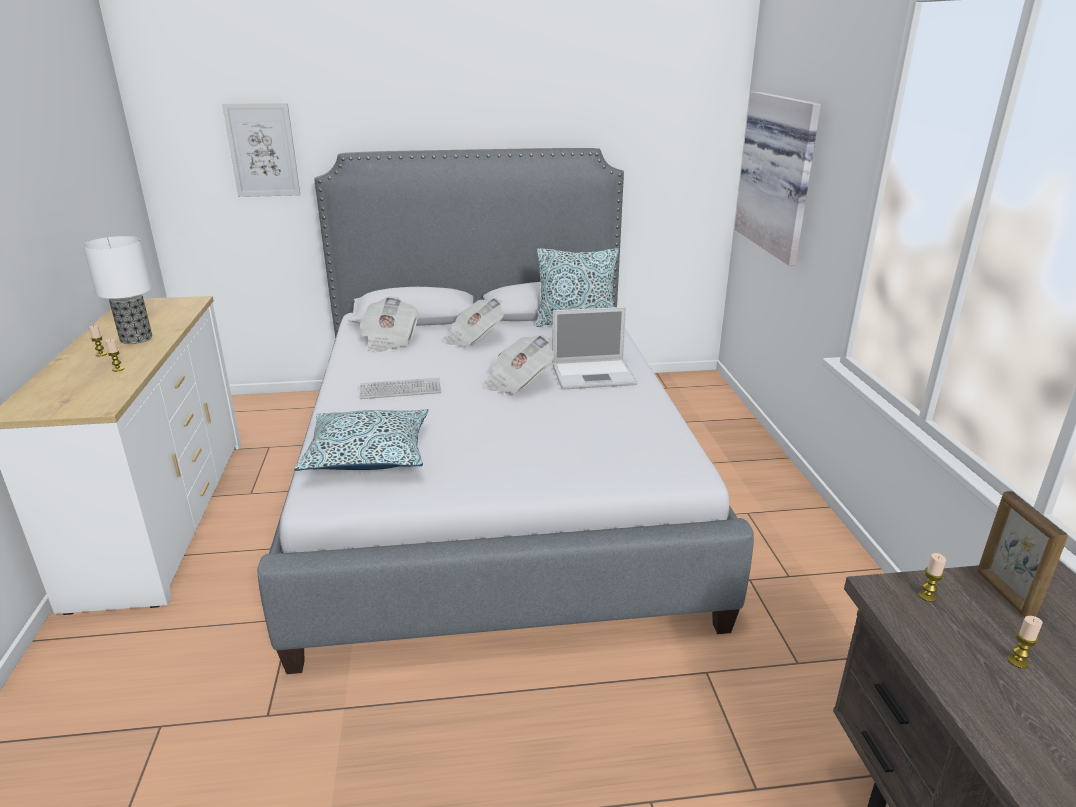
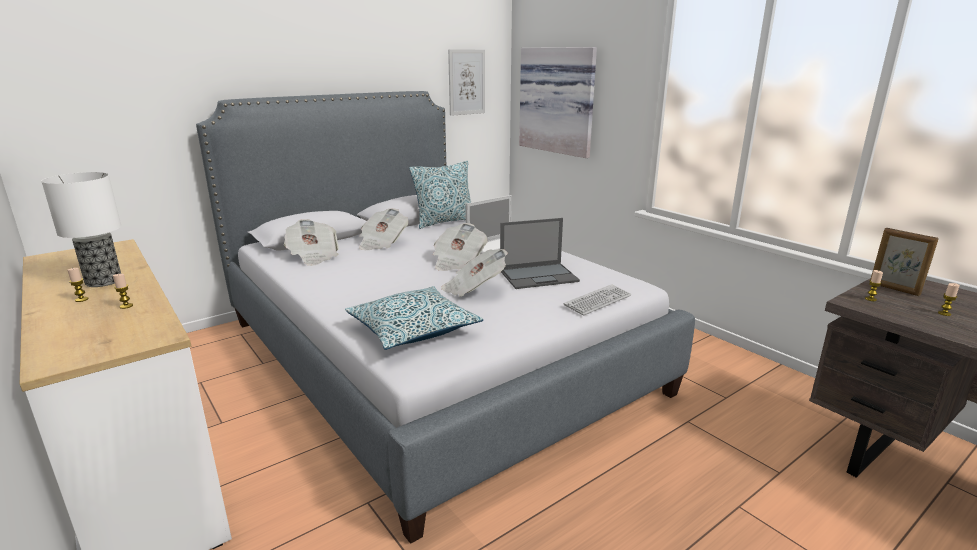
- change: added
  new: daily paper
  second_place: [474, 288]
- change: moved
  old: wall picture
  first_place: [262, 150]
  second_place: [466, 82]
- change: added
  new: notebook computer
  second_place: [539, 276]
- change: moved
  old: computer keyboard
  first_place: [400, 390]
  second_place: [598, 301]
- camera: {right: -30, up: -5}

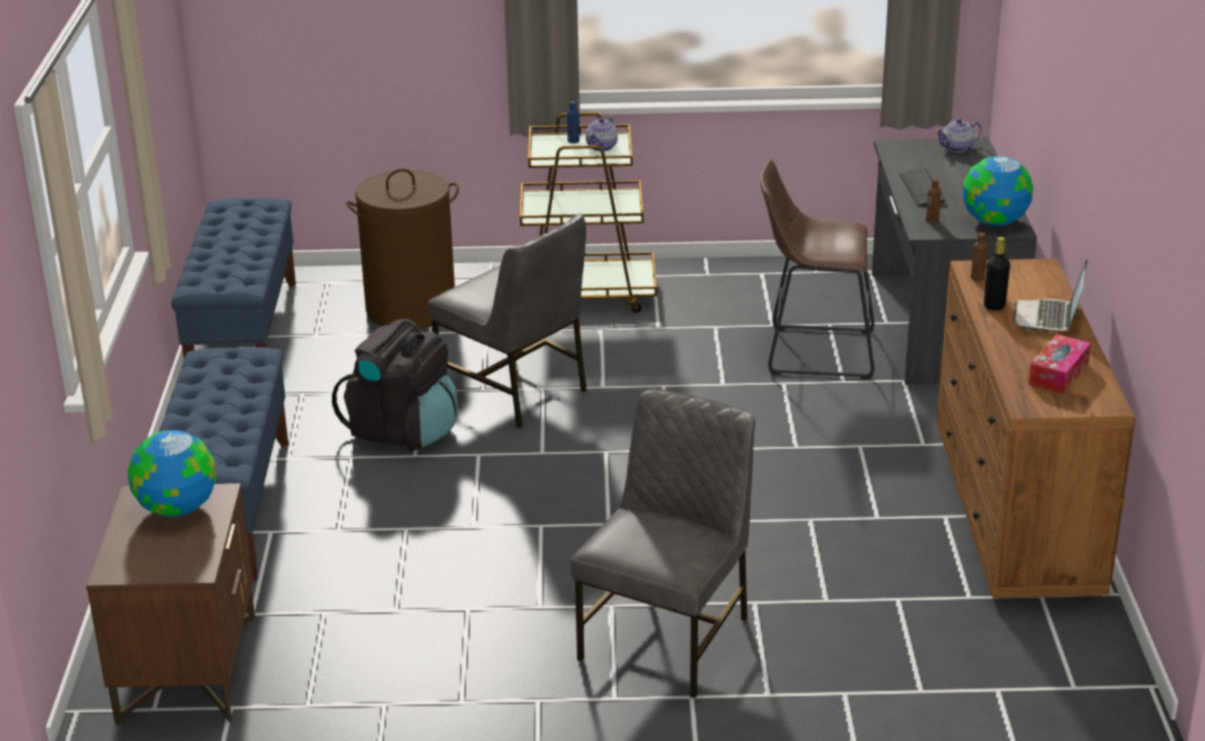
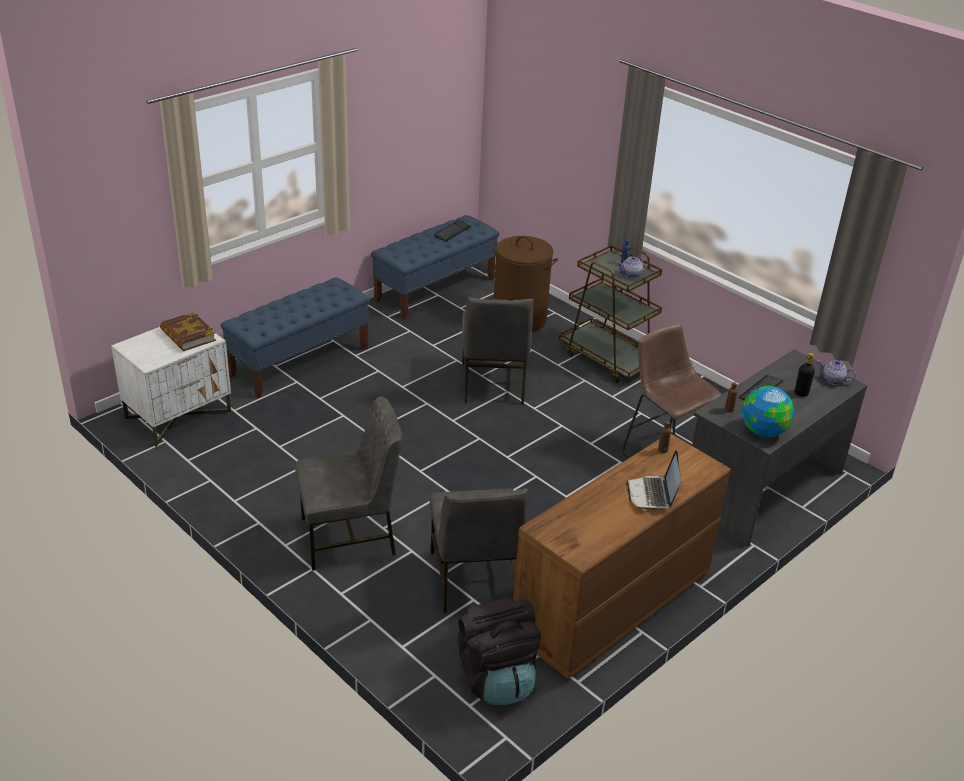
- change: recoloured
  old: brownish nightstand
  new: whitish nightstand
  first_place: [187, 668]
  second_place: [179, 415]
- change: replaced
  old: globe
  new: bound book
  first_place: [176, 509]
  second_place: [188, 336]
- change: added
  new: grey upright chair
  second_place: [474, 580]
- change: added
  new: computer keyboard
  second_place: [452, 231]
- change: moved
  old: blackish backpack
  first_place: [403, 431]
  second_place: [496, 677]
- change: turned
  old: notebook computer
  first_place: [1048, 318]
  second_place: [652, 494]
  degrees: -60
- change: moved
  old: blackish drink bottle
  first_place: [994, 306]
  second_place: [801, 393]
- change: removed
  old: box of tissues
  first_place: [1058, 374]
- camera: {right: 45, up: 5}

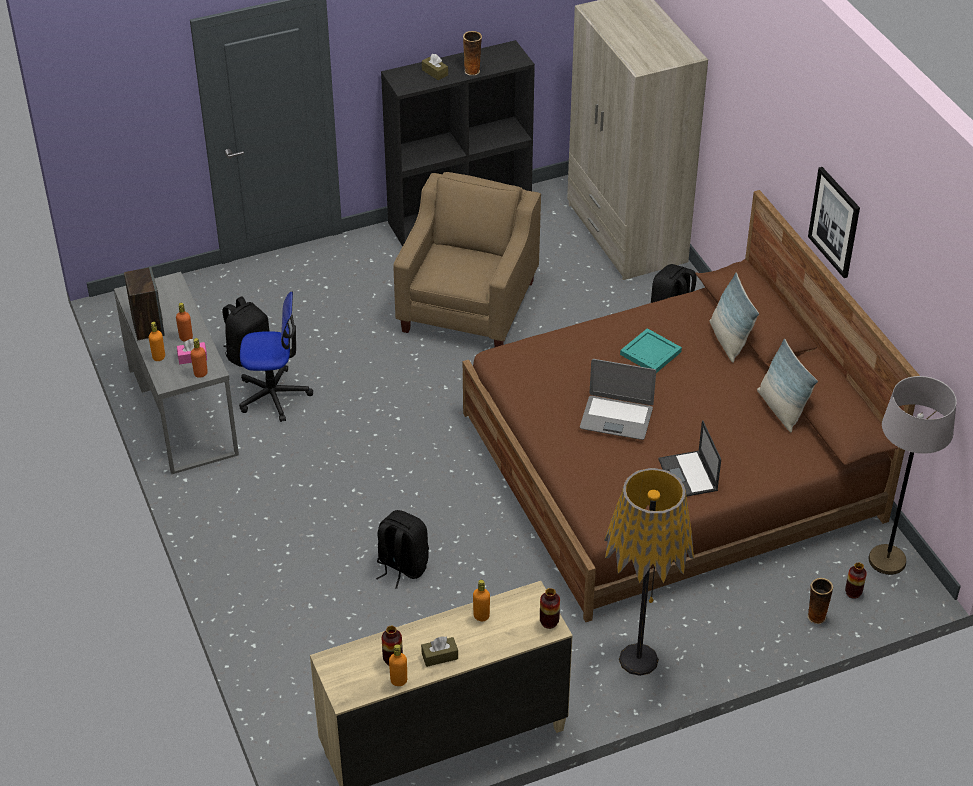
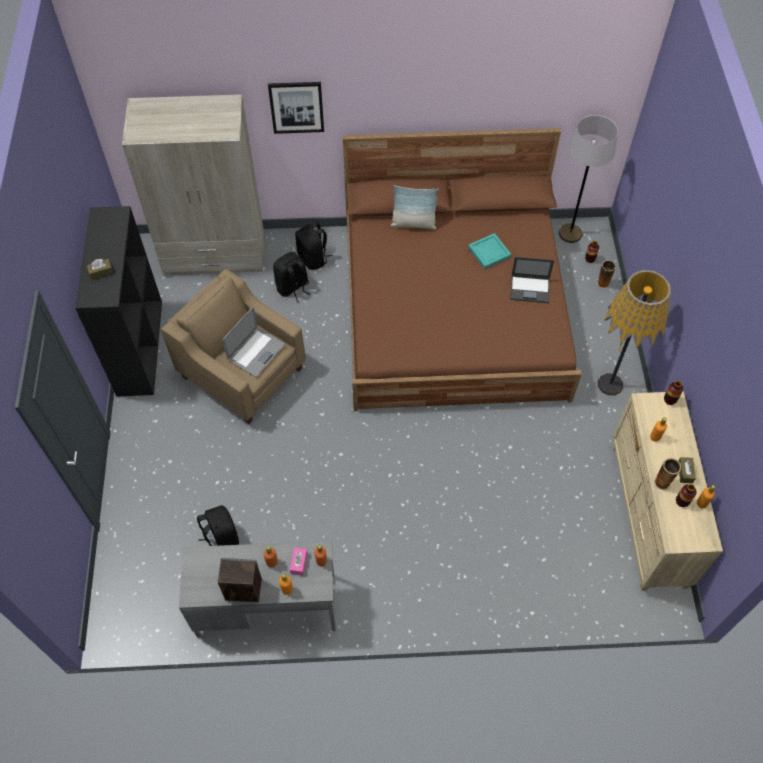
- change: moved
  old: notebook computer
  first_place: [616, 418]
  second_place: [255, 352]
- change: moved
  old: wall picture
  first_place: [835, 222]
  second_place: [296, 107]
- change: moved
  old: blackish backpack
  first_place: [401, 566]
  second_place: [292, 287]
- change: moved
  old: blue-green tray
  first_place: [649, 353]
  second_place: [489, 252]
- change: moved
  old: flower vase
  first_place: [472, 71]
  second_place: [662, 483]
- change: removed
  old: computer chair
  first_place: [274, 395]
- change: removed
  old: throw pillow
  first_place: [781, 409]
- camera: {right: -70, up: 15}

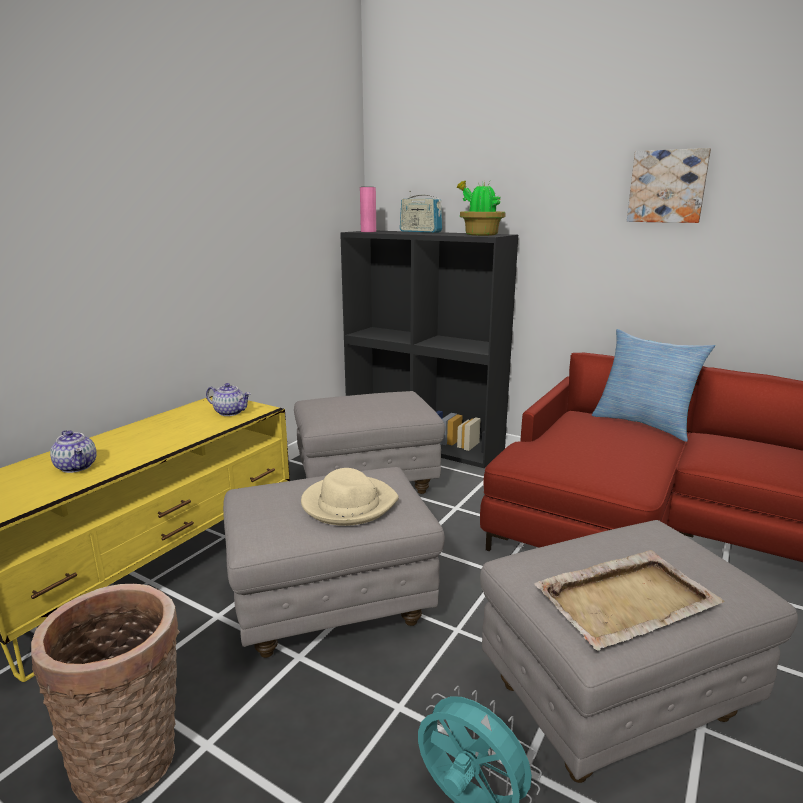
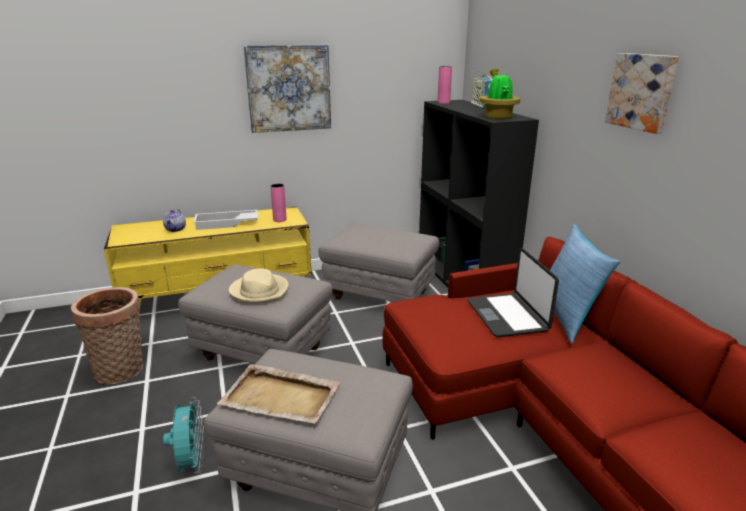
- change: added
  new: whitish tray
  second_place: [226, 224]
- change: added
  new: wall picture
  second_place: [289, 88]
- change: replaced
  old: teapot
  new: pink flower vase
  first_place: [230, 412]
  second_place: [279, 220]
- change: added
  new: notebook computer
  second_place: [508, 316]
- camera: {right: 40, up: 5}

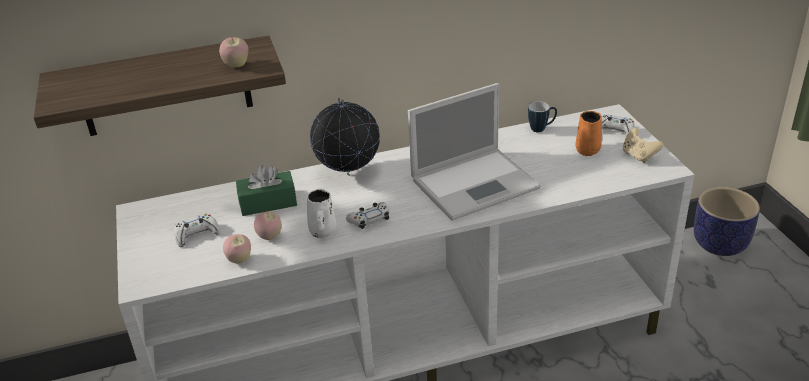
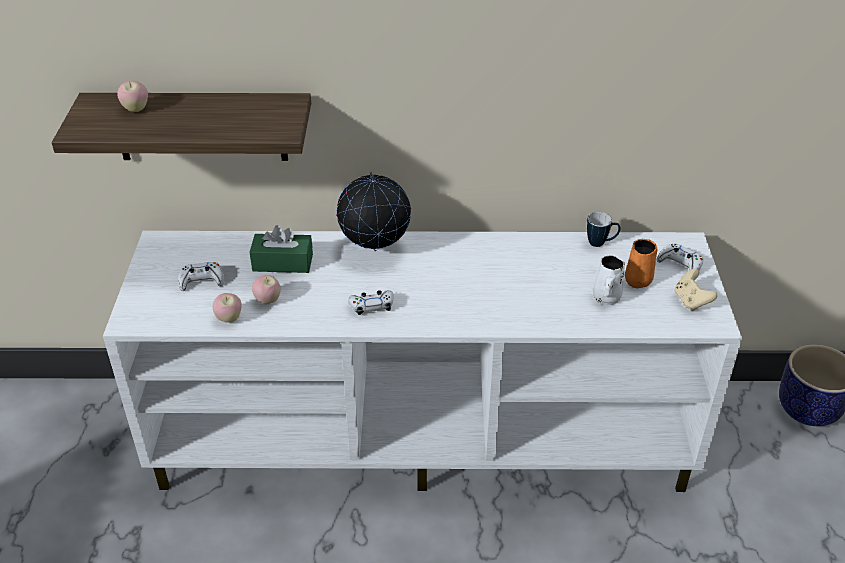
- change: moved
  old: whole apple
  first_place: [236, 65]
  second_place: [136, 109]
- change: moved
  old: whitish tea mug
  first_place: [322, 232]
  second_place: [606, 298]
- change: removed
  old: notebook computer
  first_place: [476, 183]
- camera: {right: 15, up: 5}

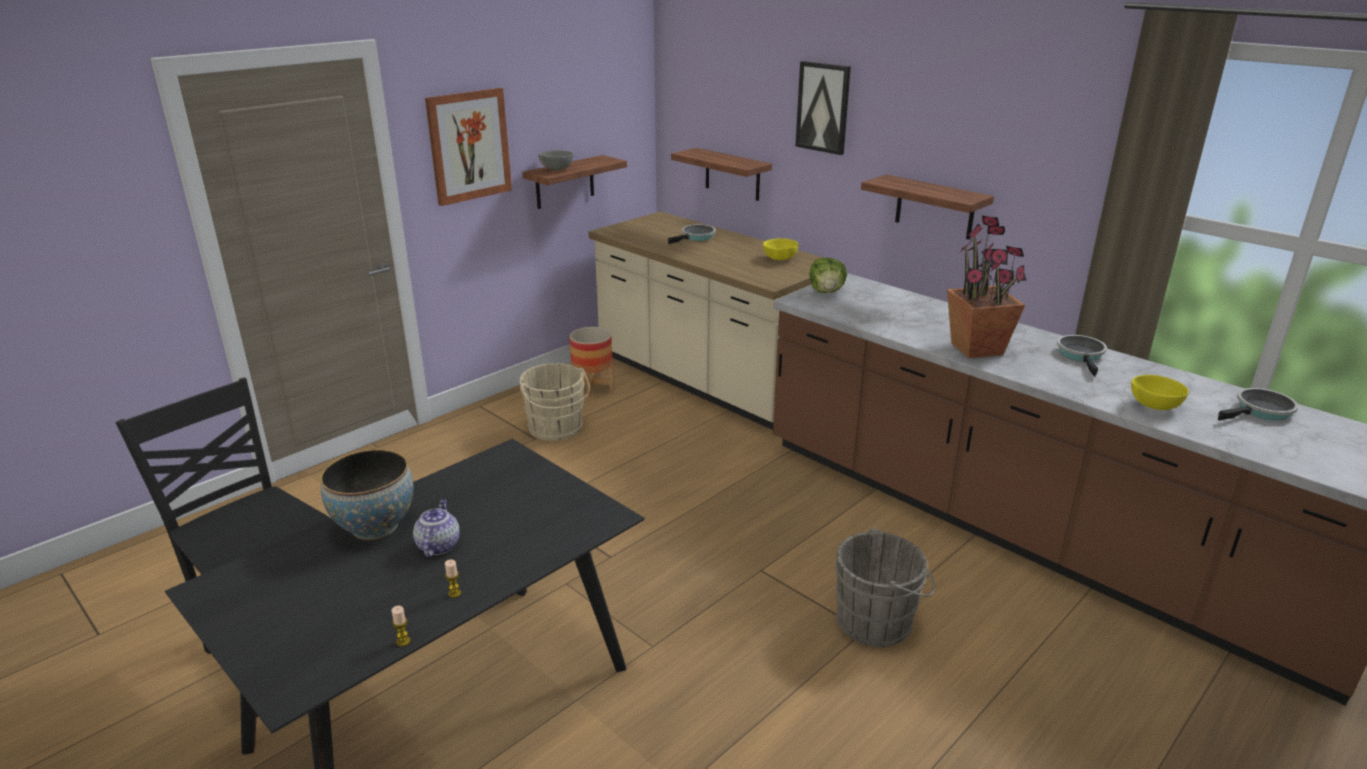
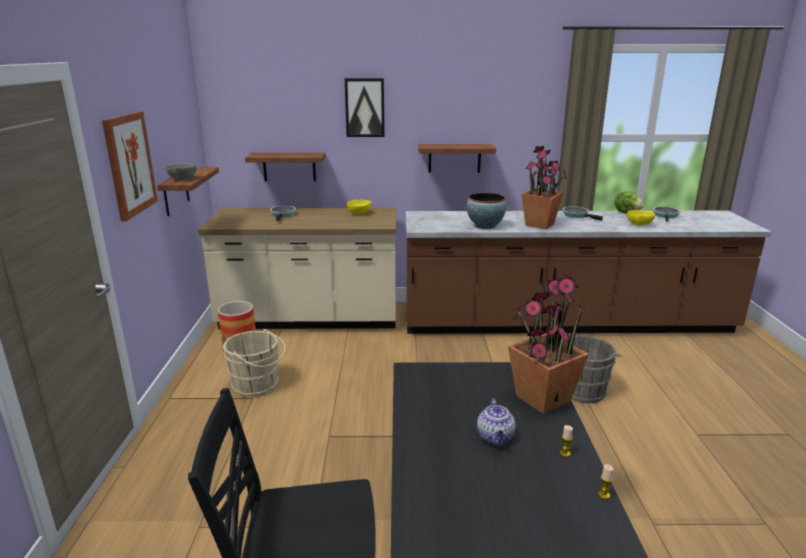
- change: moved
  old: bowl
  first_place: [375, 526]
  second_place: [485, 226]
- change: turned
  old: teapot
  first_place: [438, 545]
  second_place: [495, 438]
  degrees: -135
- change: added
  new: plant in a pot
  second_place: [542, 398]
- change: moved
  old: lettuce
  first_place: [826, 292]
  second_place: [627, 212]
- camera: {right: -45, up: -5}

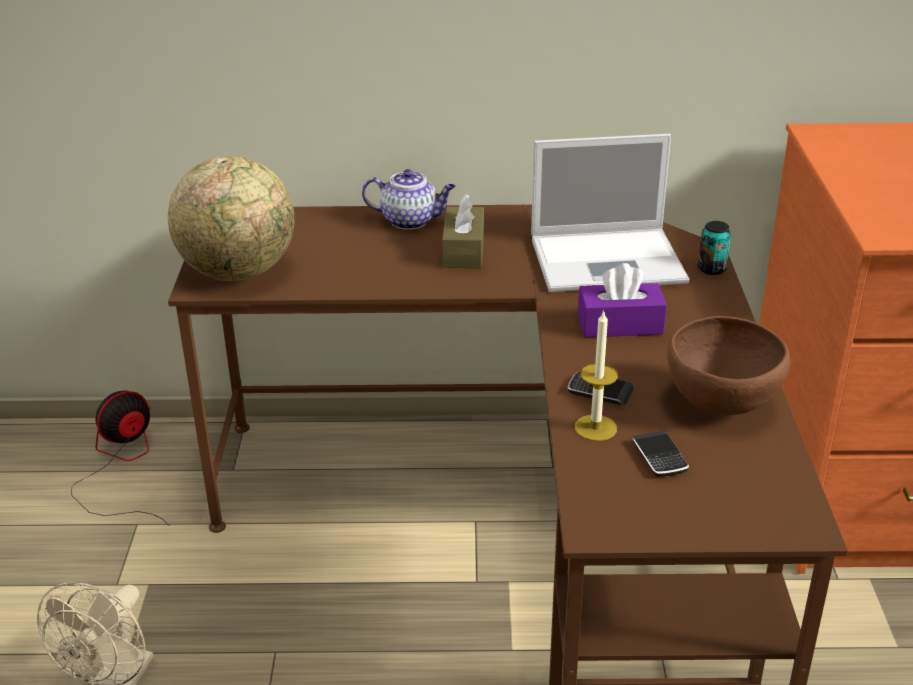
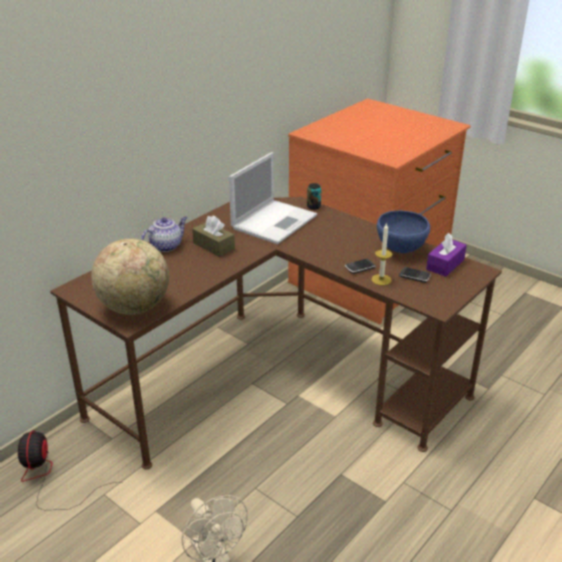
- change: recoloured
  old: brownish bowl
  new: blue-coloured bowl
  first_place: [721, 405]
  second_place: [400, 250]
- change: moved
  old: purple box of tissues
  first_place: [620, 325]
  second_place: [445, 264]
- camera: {right: -50, up: 0}

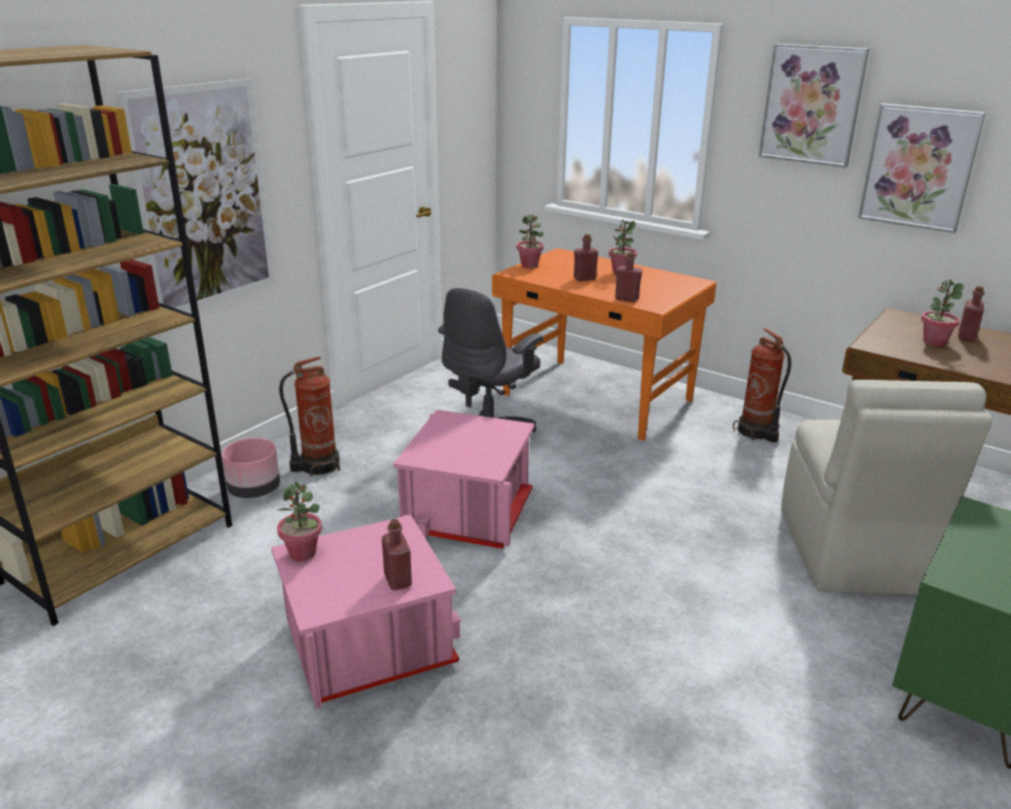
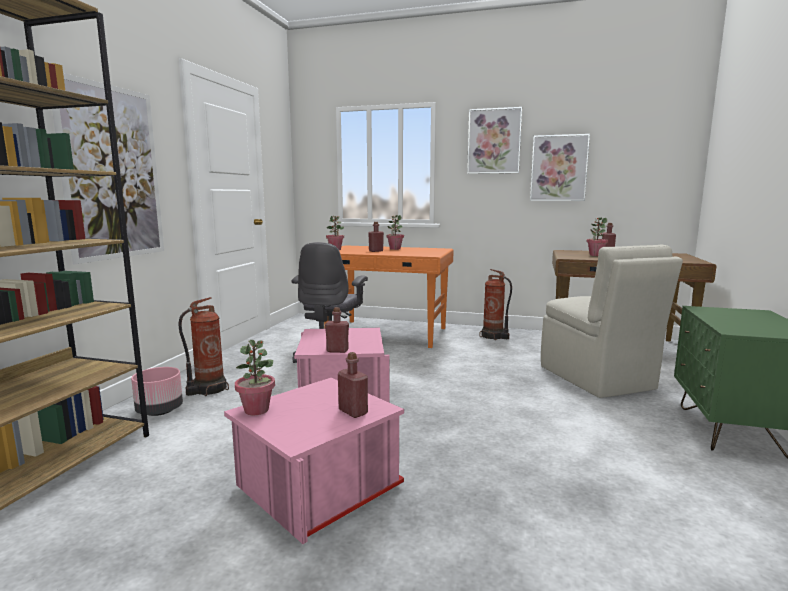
- change: moved
  old: reddish drink bottle
  first_place: [626, 299]
  second_place: [337, 350]
- camera: {right: -20, up: -15}

